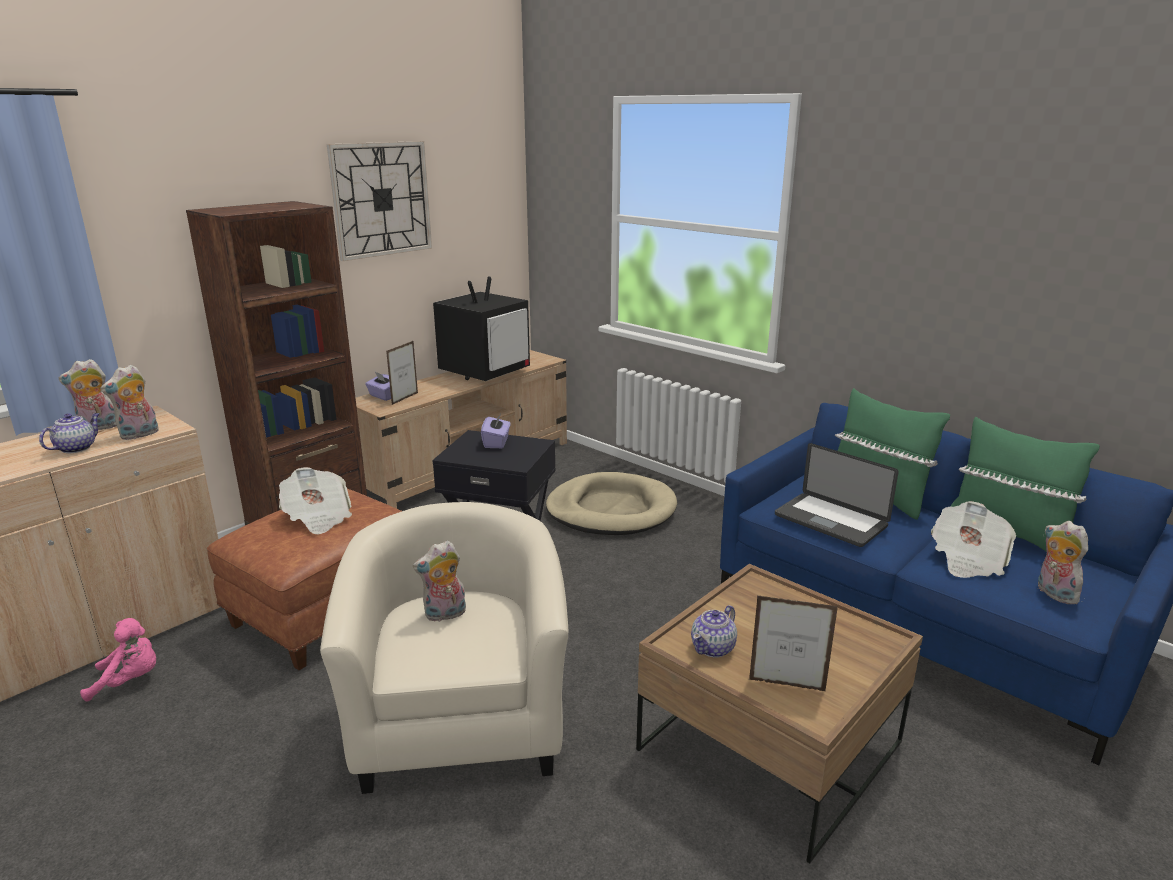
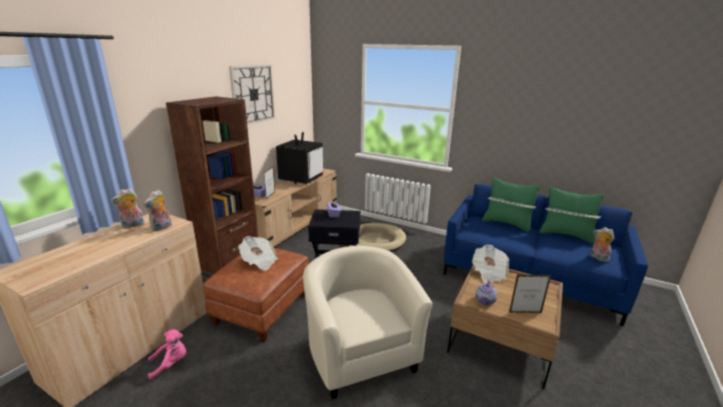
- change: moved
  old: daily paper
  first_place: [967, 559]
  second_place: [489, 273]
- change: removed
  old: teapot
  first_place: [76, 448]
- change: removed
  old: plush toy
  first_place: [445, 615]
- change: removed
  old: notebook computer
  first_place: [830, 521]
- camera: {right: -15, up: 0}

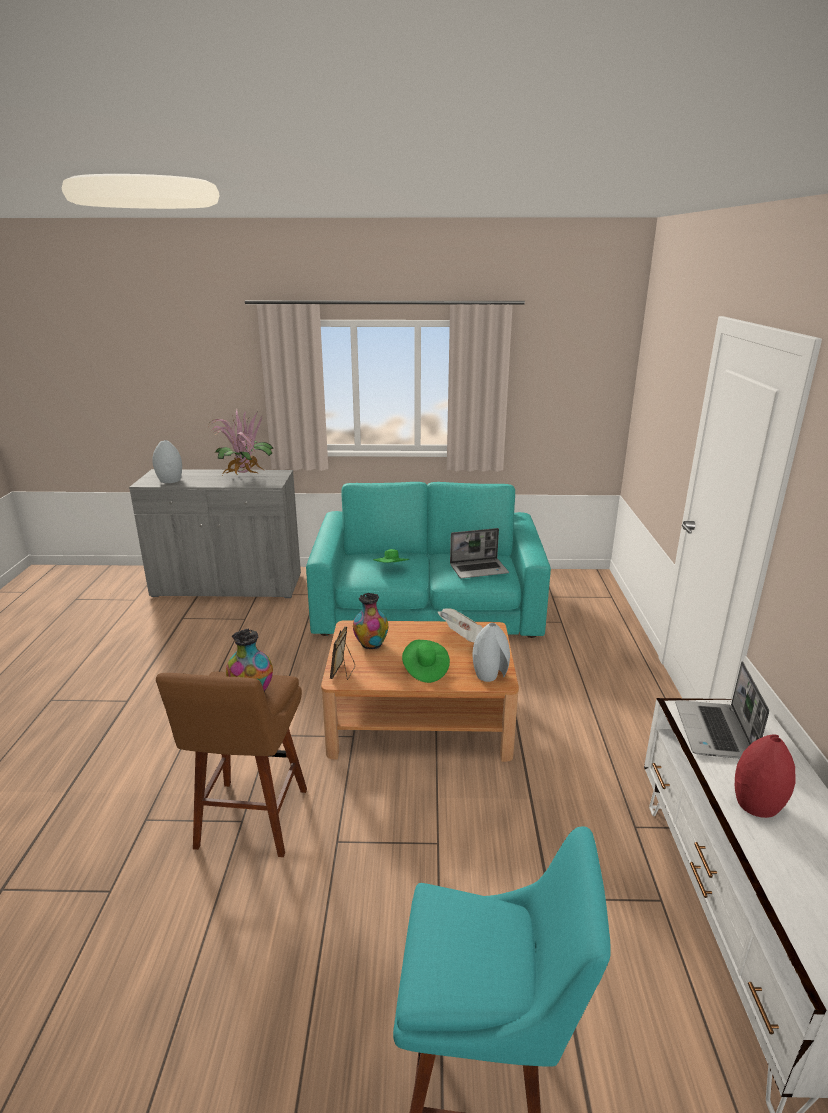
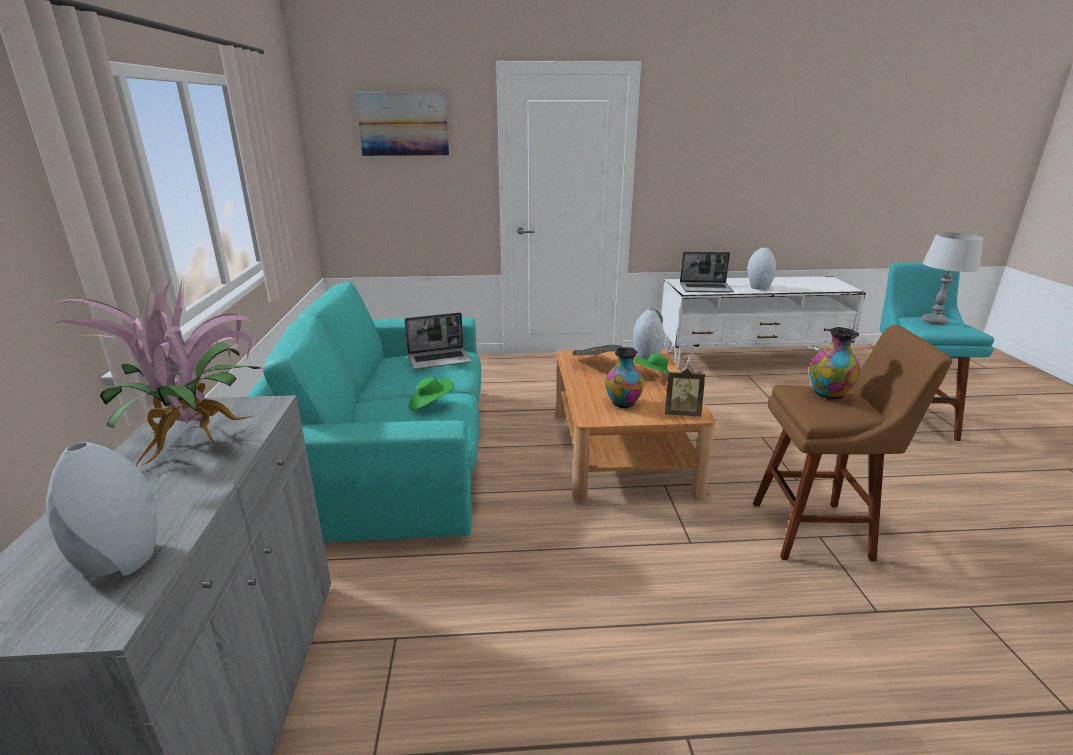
- change: added
  new: wall picture
  second_place: [403, 124]
- change: turned
  old: notebook computer
  first_place: [479, 569]
  second_place: [440, 359]
  degrees: 90
- change: recoloured
  old: reddish flower vase
  new: grey flower vase
  first_place: [755, 803]
  second_place: [759, 287]
- change: added
  new: grey table lamp
  second_place: [934, 321]
- camera: {right: -95, up: 0}

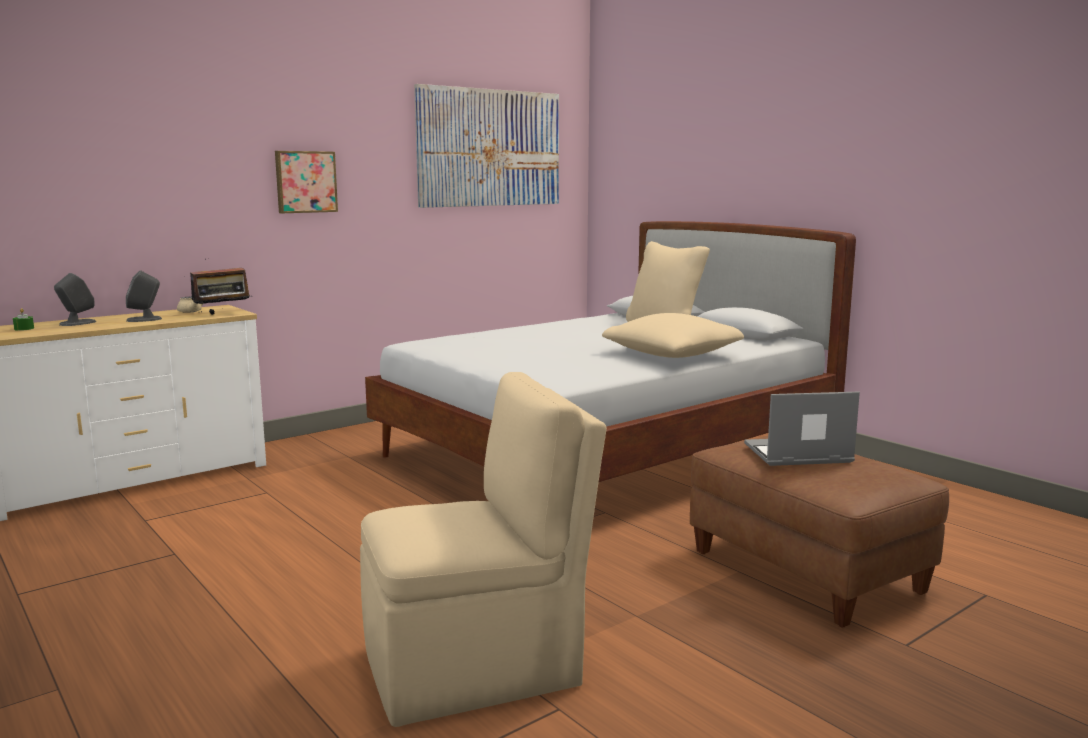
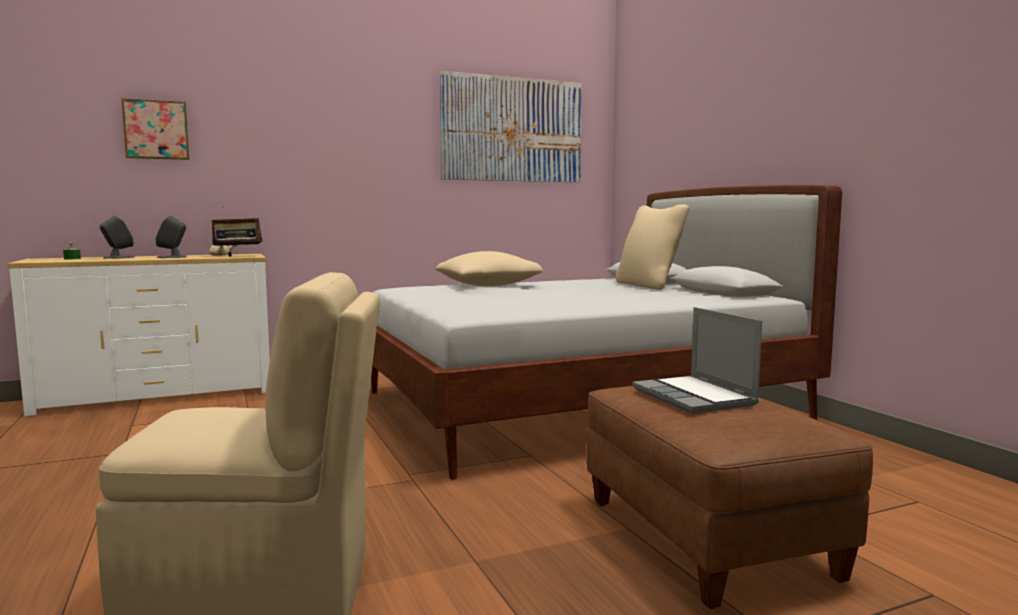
- change: moved
  old: wall picture
  first_place: [305, 182]
  second_place: [156, 130]
- change: moved
  old: beige-coloured throw pillow
  first_place: [672, 354]
  second_place: [488, 285]
- change: turned
  old: notebook computer
  first_place: [797, 454]
  second_place: [695, 397]
  degrees: -120
- camera: {right: 15, up: -5}

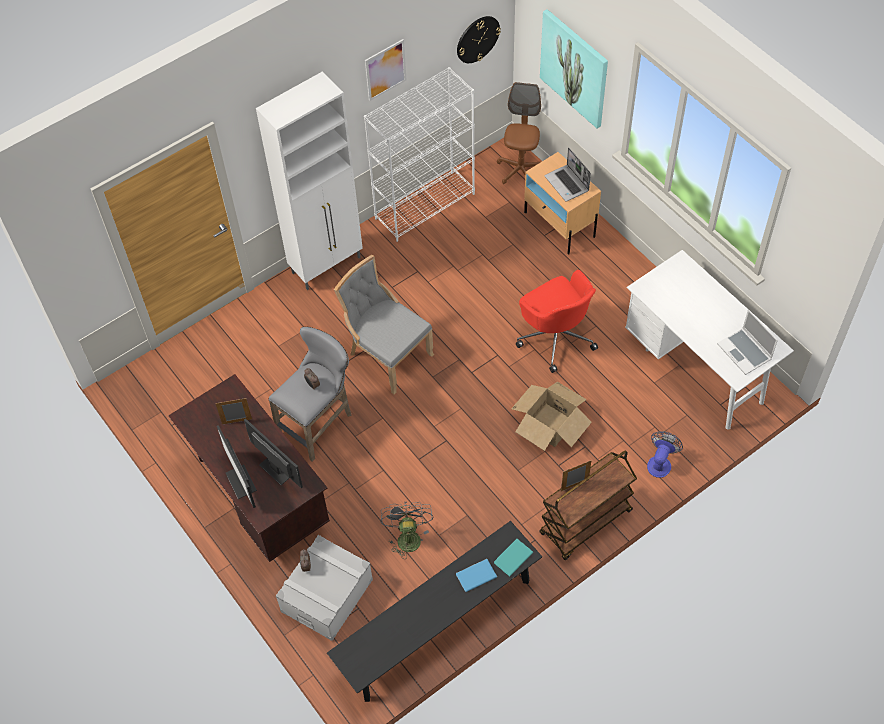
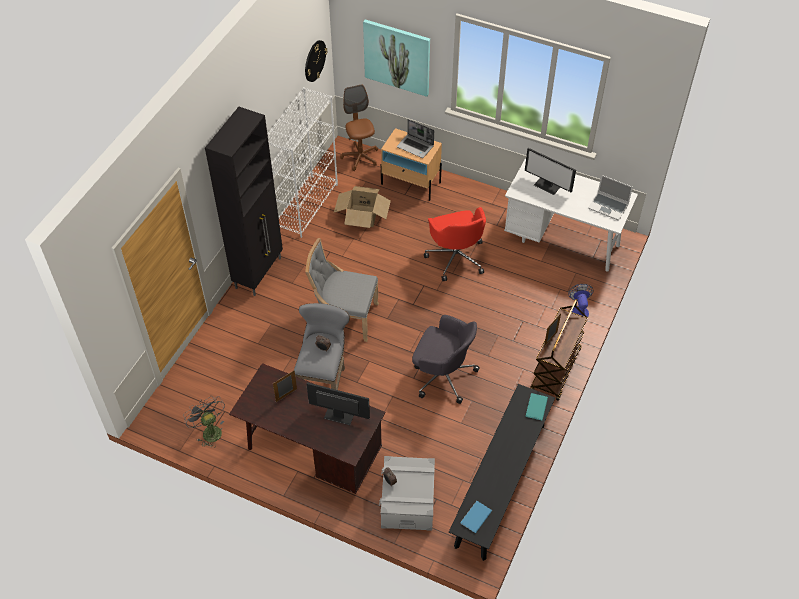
- change: moved
  old: grey cooling fan
  first_place: [407, 536]
  second_place: [209, 431]
- change: recoloured
  old: whitish storage cabinet
  new: blackish storage cabinet
  first_place: [327, 265]
  second_place: [259, 272]
- change: moved
  old: cardboard box
  first_place: [550, 424]
  second_place: [362, 215]
- change: added
  new: grey computer chair
  second_place: [442, 375]
- change: turned
  old: reddish computer chair
  first_place: [555, 336]
  second_place: [456, 257]
  degrees: 45
- change: moved
  old: blue-coloured bound book
  first_place: [475, 575]
  second_place: [474, 517]
- change: moved
  old: computer display
  first_place: [242, 481]
  second_place: [547, 185]
- change: removed
  old: wall picture
  first_place: [385, 70]
- camera: {right: -30, up: -5}

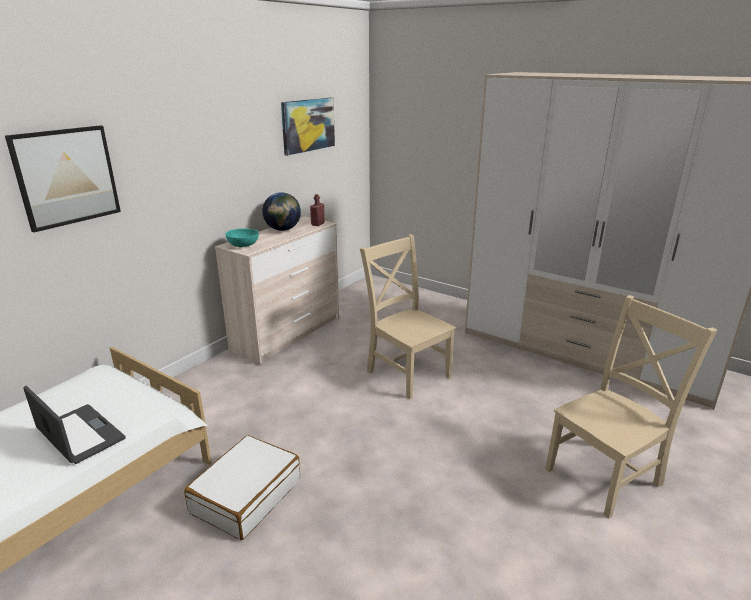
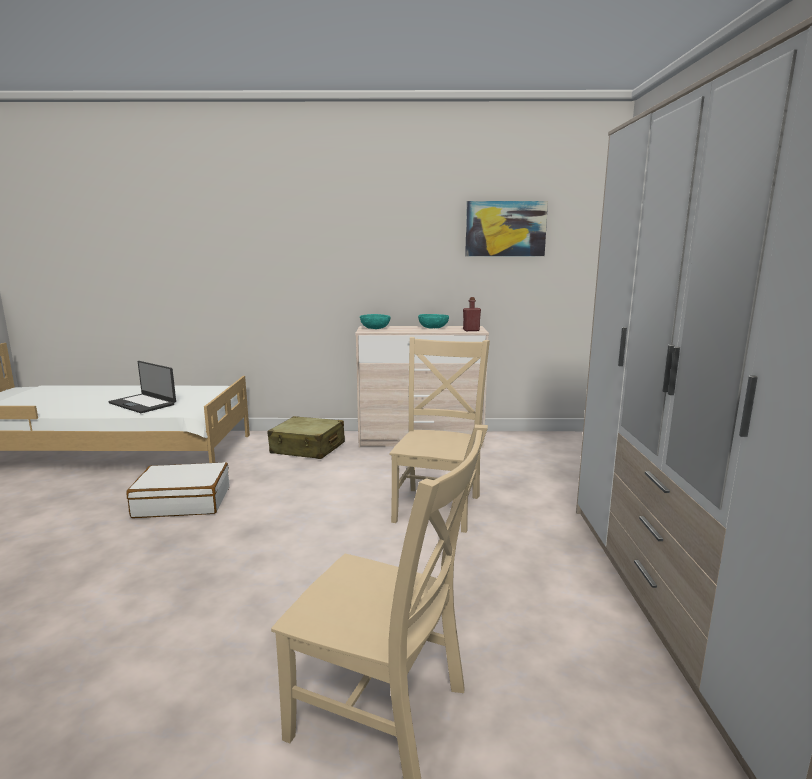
- change: turned
  old: notebook computer
  first_place: [79, 435]
  second_place: [143, 403]
  degrees: 120
- change: added
  new: beige-coloured suitcase
  second_place: [308, 448]
- change: replaced
  old: globe
  new: blue-green bowl
  first_place: [283, 229]
  second_place: [433, 328]
- change: removed
  old: wall picture
  first_place: [67, 177]
- camera: {right: 55, up: -10}

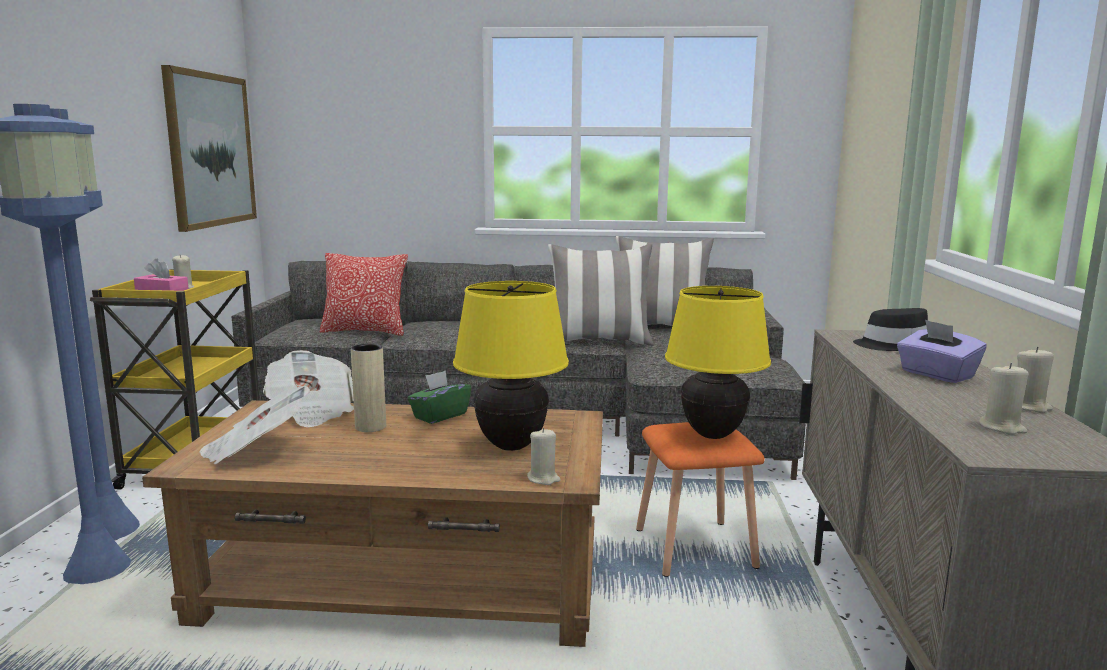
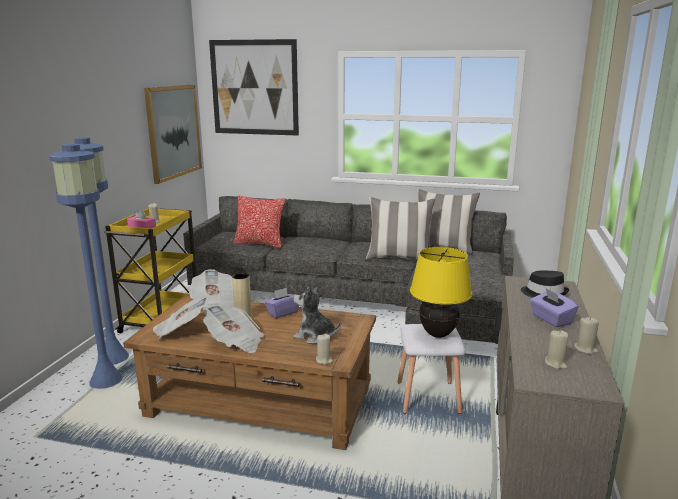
- change: added
  new: daily paper
  second_place: [235, 342]
- change: added
  new: wall picture
  second_place: [254, 88]
- change: recoloured
  old: greenish box of tissues
  new: purple box of tissues
  first_place: [440, 416]
  second_place: [282, 312]
- change: replaced
  old: yellow-coloured table lamp
  new: plush toy
  first_place: [511, 445]
  second_place: [315, 336]
- change: recoloured
  old: orange-coloured stool
  new: whitish stool
  first_place: [696, 549]
  second_place: [429, 398]
- camera: {right: 10, up: 5}

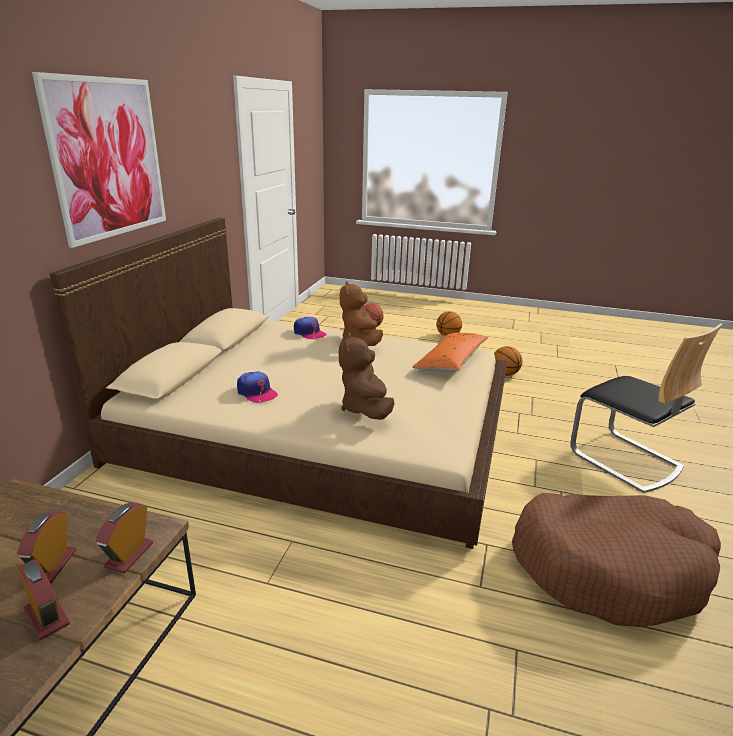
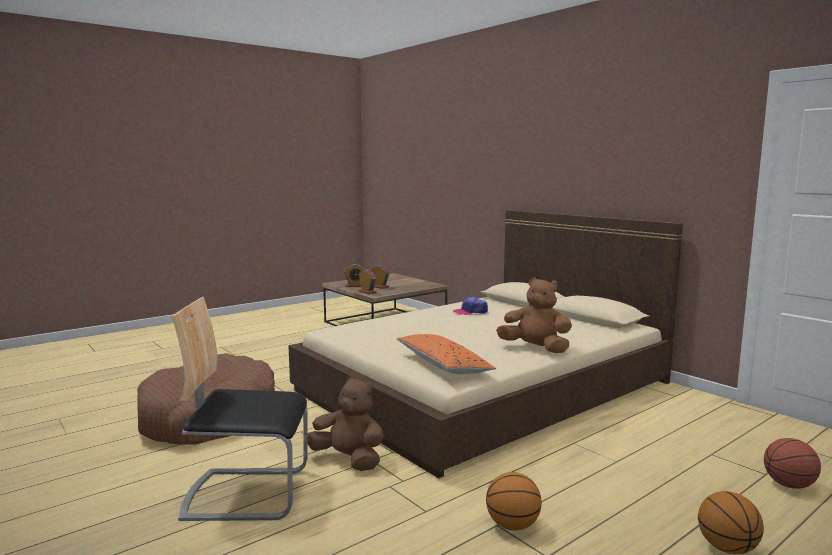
- change: moved
  old: brownish plush toy
  first_place: [366, 409]
  second_place: [349, 460]
- change: removed
  old: wall picture
  first_place: [108, 158]
- change: removed
  old: peaked cap
  first_place: [309, 333]
- camera: {right: 125, up: -15}

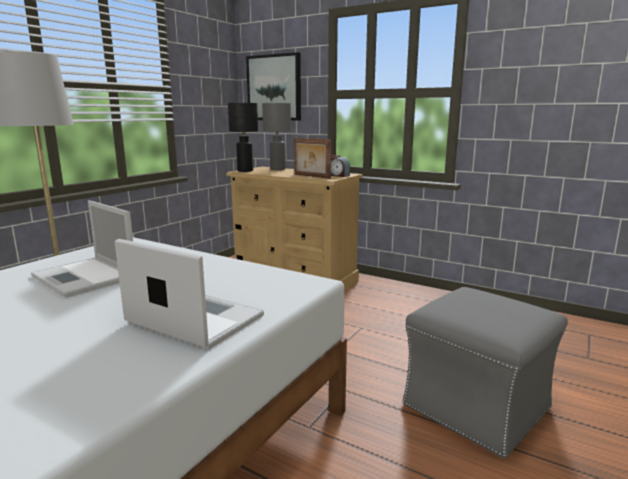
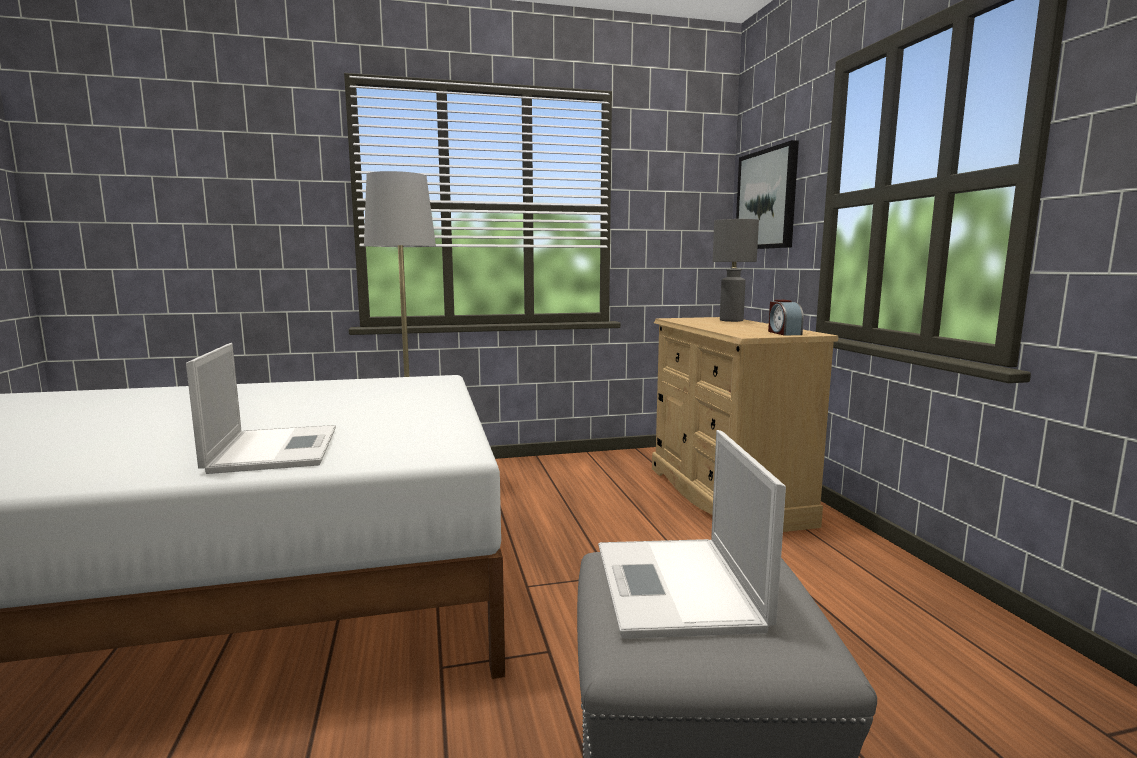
- change: moved
  old: notebook computer
  first_place: [85, 277]
  second_place: [678, 588]
- change: removed
  old: blackish table lamp
  first_place: [245, 171]
- change: removed
  old: photo frame
  first_place: [311, 176]
- camera: {right: 45, up: -5}

